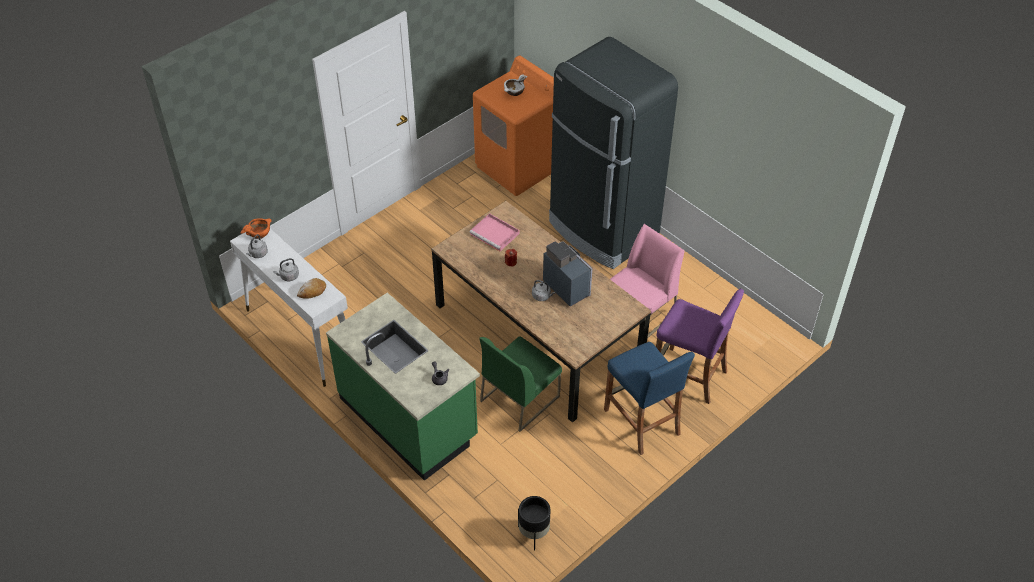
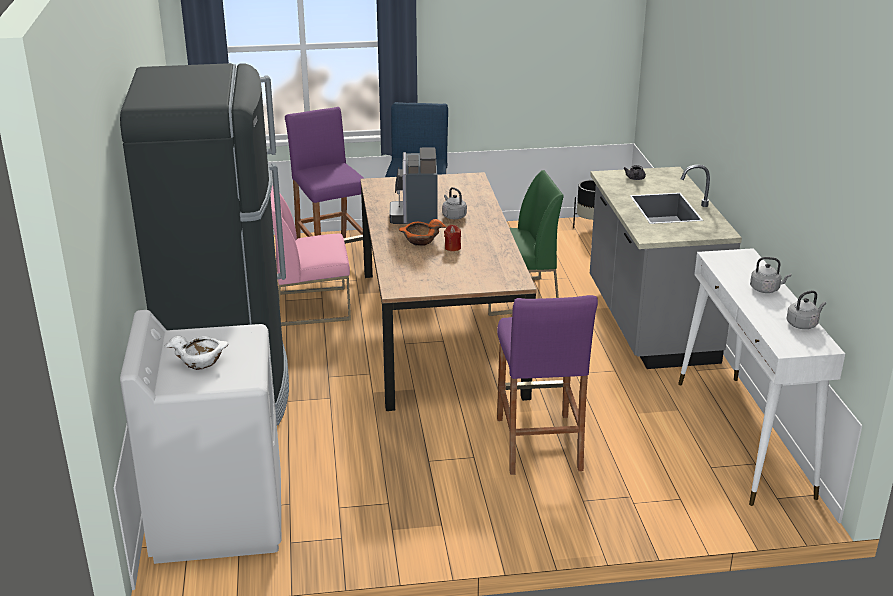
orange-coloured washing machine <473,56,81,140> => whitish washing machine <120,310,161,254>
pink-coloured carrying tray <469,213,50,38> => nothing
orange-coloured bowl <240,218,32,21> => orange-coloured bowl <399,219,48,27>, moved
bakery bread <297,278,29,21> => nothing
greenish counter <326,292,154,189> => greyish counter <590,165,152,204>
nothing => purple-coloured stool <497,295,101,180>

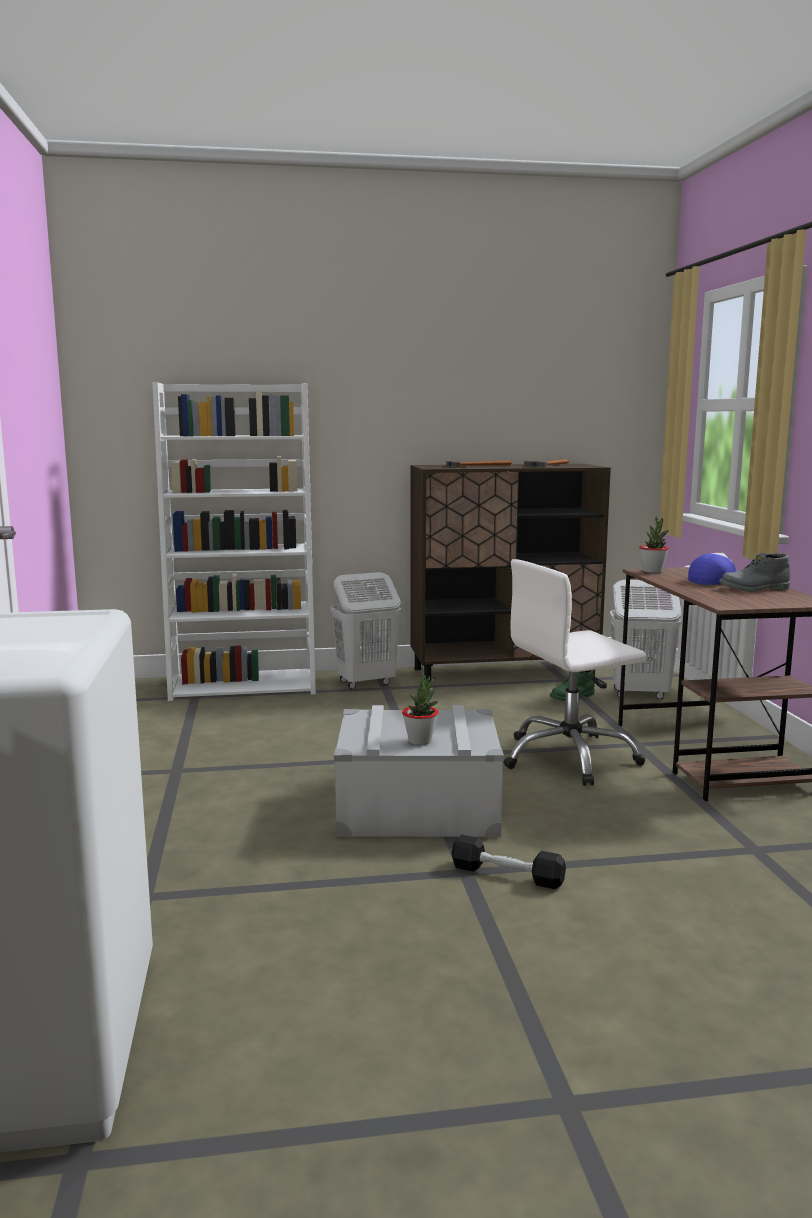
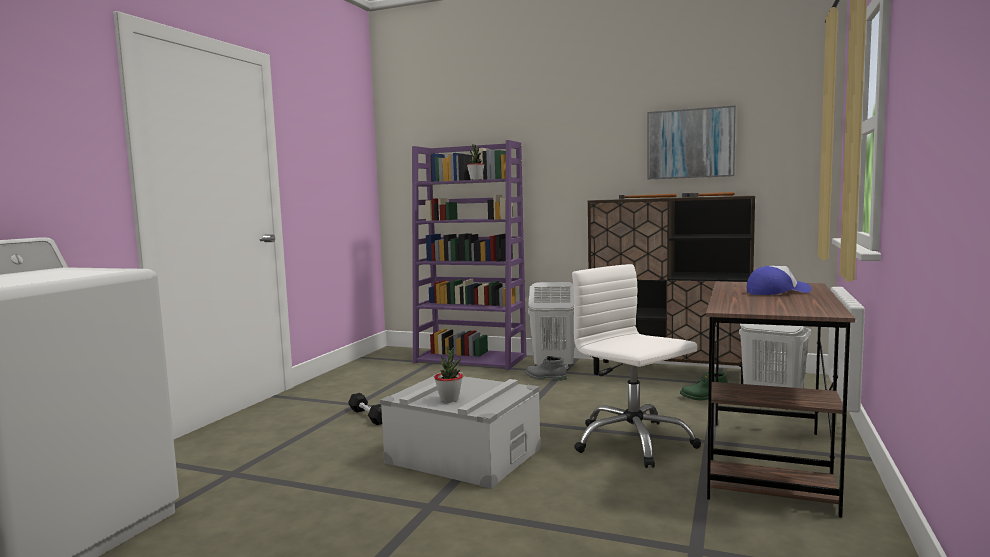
whitish shelving unit <153,382,163,319> => purple-coloured shelving unit <412,140,114,230>
houseplant <639,517,30,56> => houseplant <467,144,18,36>, moved
greyish tall boot <719,553,72,39> => greyish tall boot <525,356,42,25>, moved
whitish office chair <504,559,143,227> => whitish office chair <572,264,129,204>, 45 degrees clockwise
black hand weight <451,835,115,54> => black hand weight <348,393,34,32>, moved
nothing => wall art <647,105,89,74>

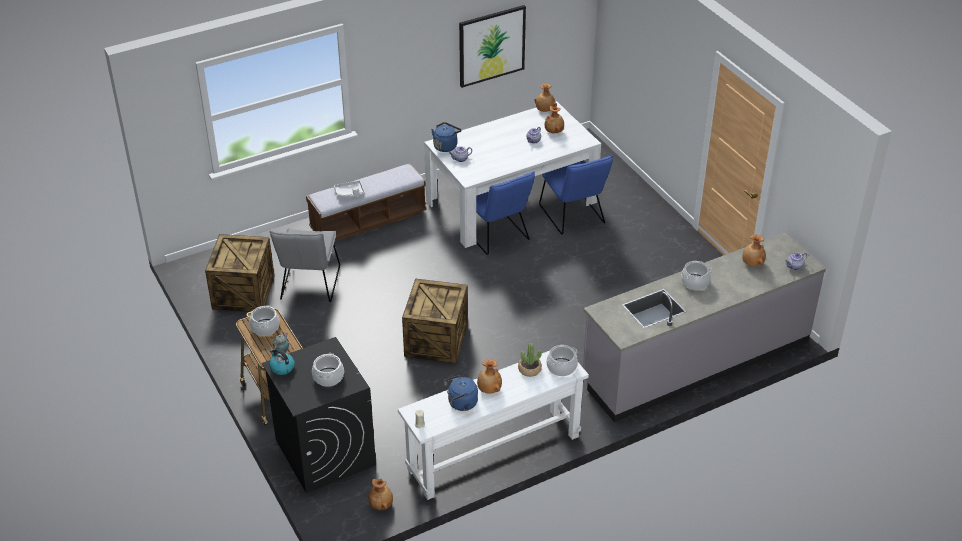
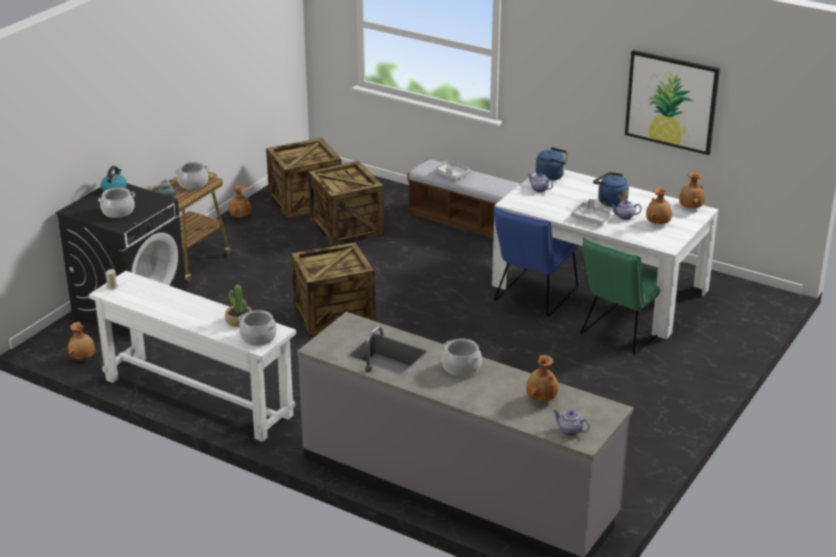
blue-coloured upright chair <539,156,74,78> => greenish upright chair <581,237,80,117>
greyish upright chair <269,228,71,74> => packing crate <308,161,76,85>
brown vase <477,359,25,34> => brown vase <229,185,22,32>, moved
blue-coloured kettle <444,375,34,36> => blue-coloured kettle <593,172,36,35>, moved
nothing => greyish carrying tray <571,199,40,26>

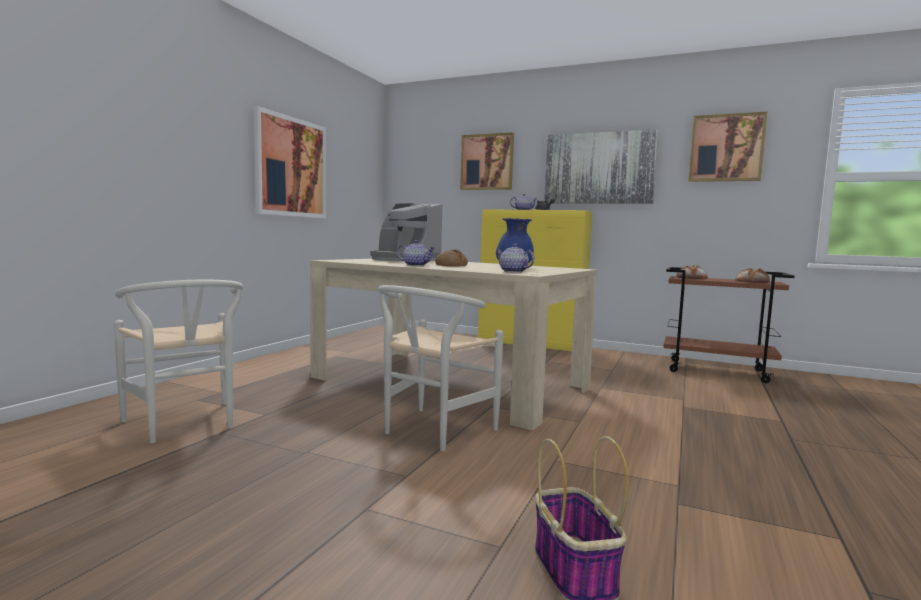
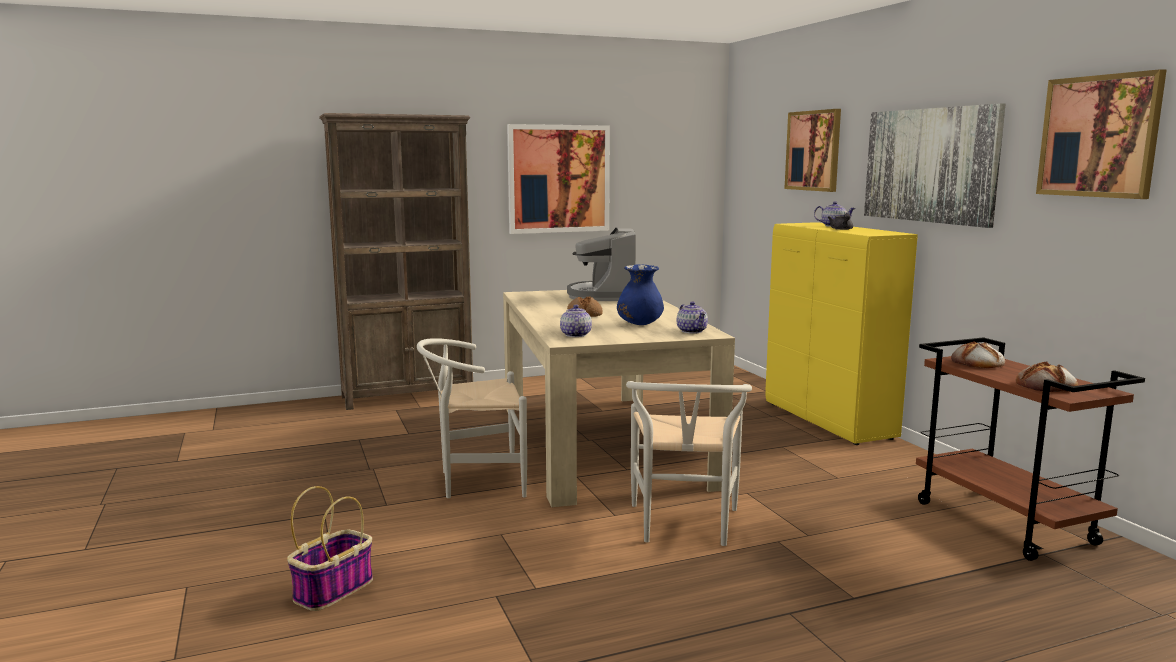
pot for tea <397,240,39,26> => pot for tea <677,301,31,33>, moved
whitish upright chair <114,280,129,163> => whitish upright chair <626,381,126,165>, moved
nothing => brown shelving unit <319,113,154,297>

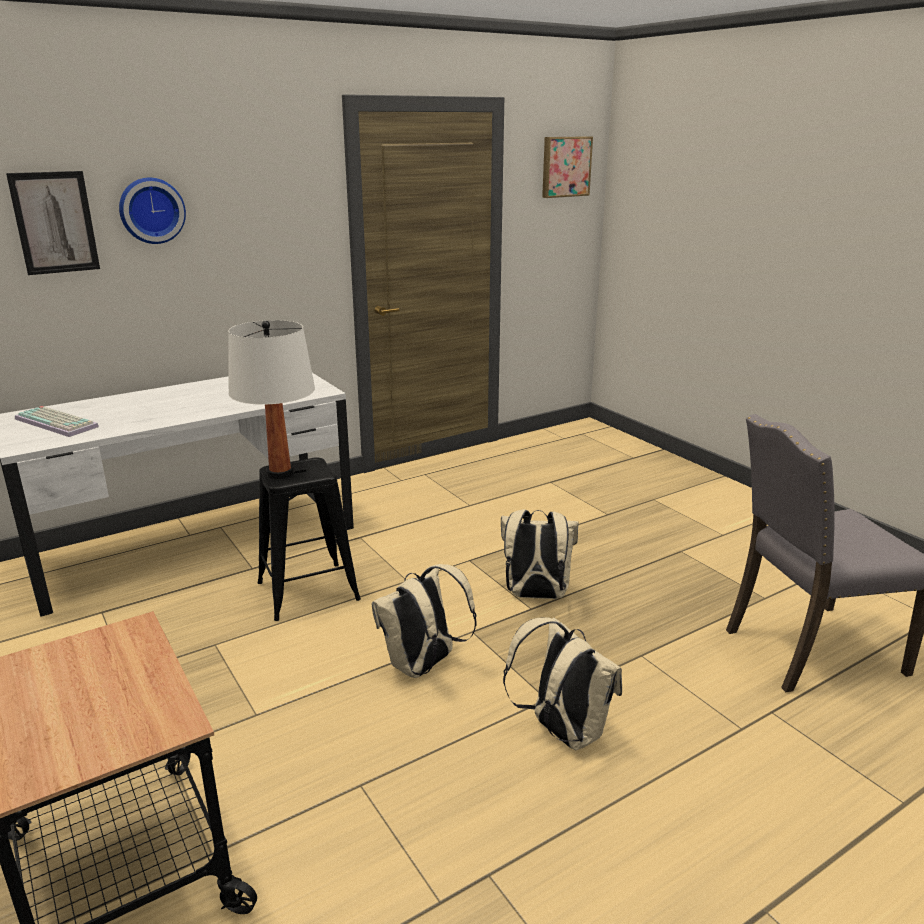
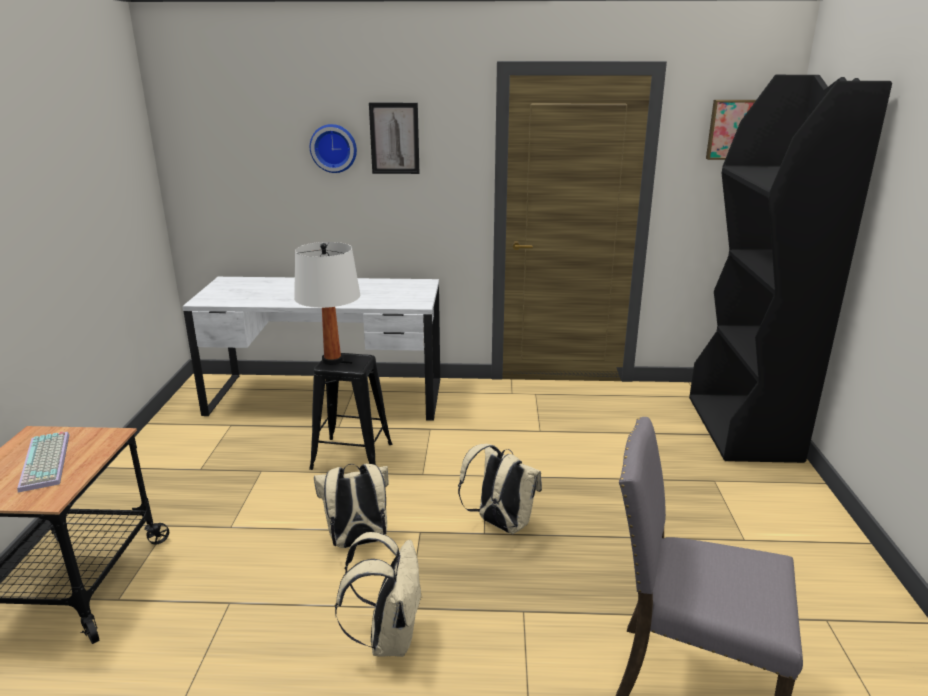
wall art <6,171,94,104> => wall art <369,103,51,71>, moved
computer keyboard <15,406,84,31> => computer keyboard <17,432,52,61>, moved
nothing => black shelving unit <689,75,203,388>

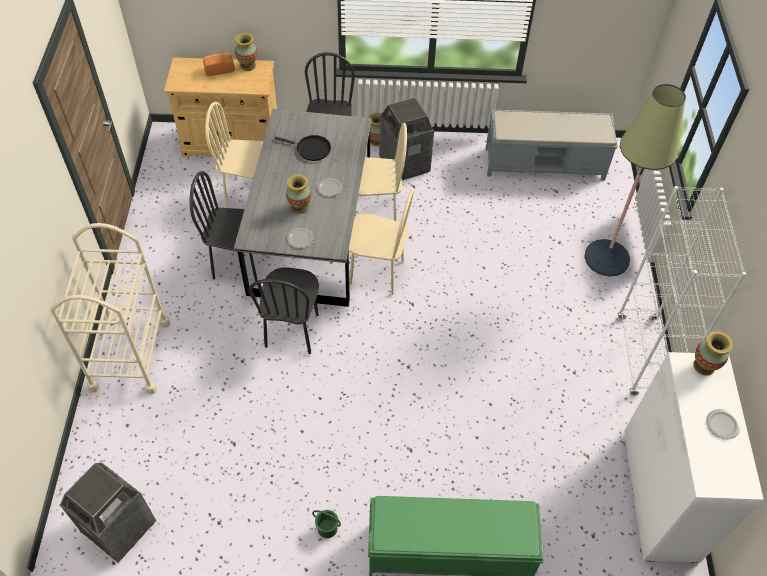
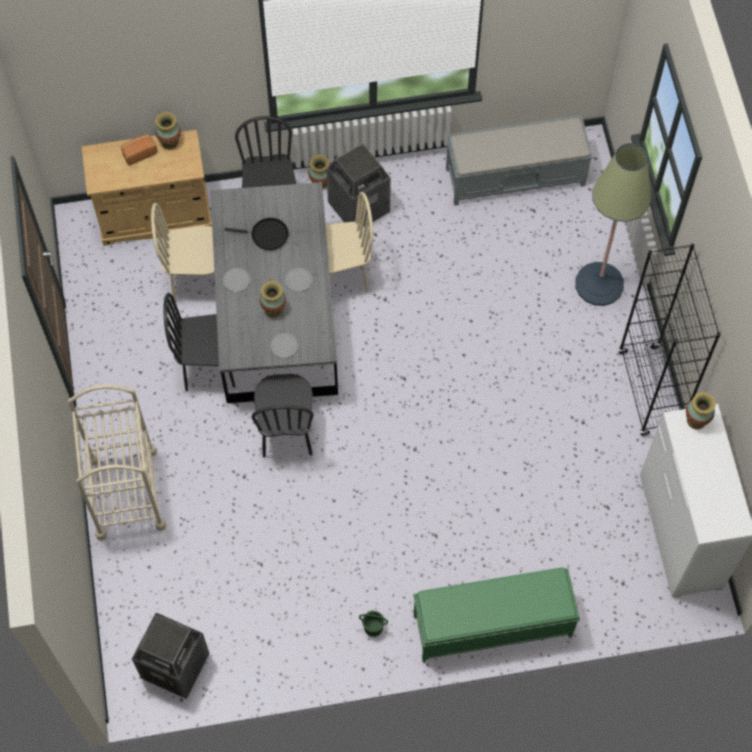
whitish shelving unit <618,186,128,210> => black shelving unit <618,244,103,192>
sand-coloured upright chair <349,189,65,106> => nothing
plate <706,409,34,30> => plate <223,268,27,24>, moved

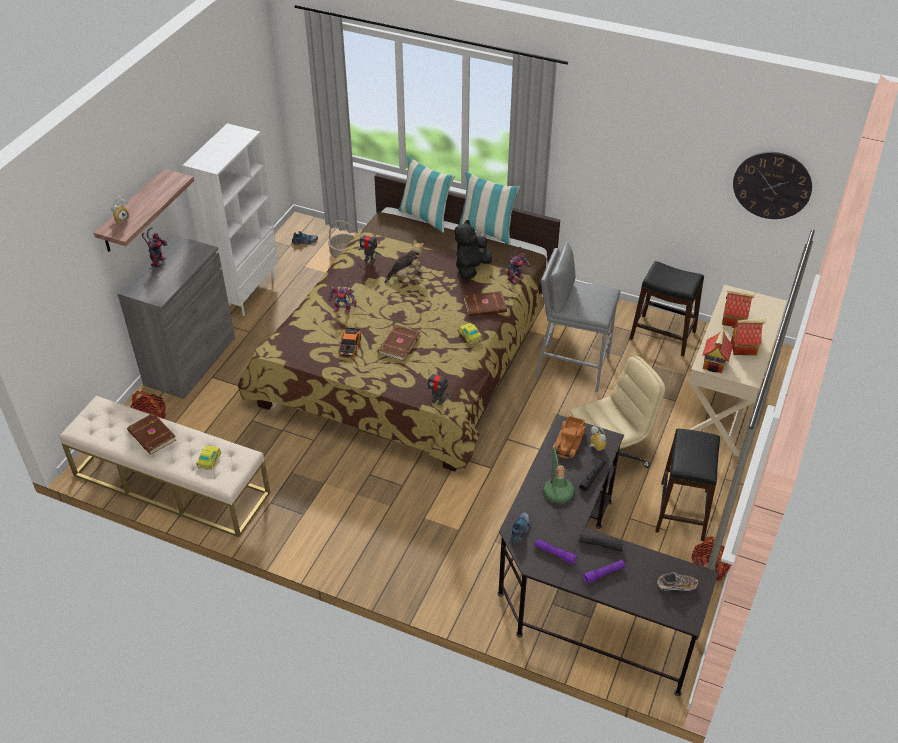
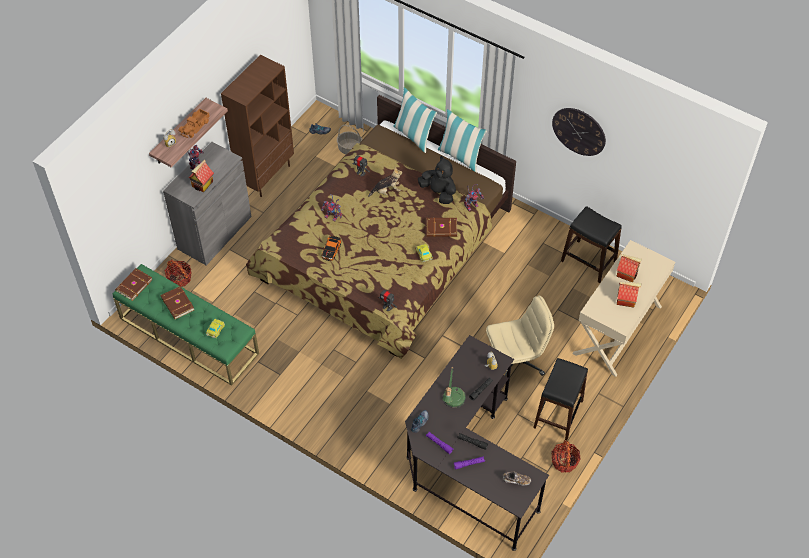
whitish shelving unit <182,123,97,193> => brown shelving unit <221,54,73,143>
hanging clock <733,152,79,67> => hanging clock <552,108,54,48>, moved
black cuddly toy <454,220,38,60> => black cuddly toy <418,156,38,48>, 90 degrees clockwise
greyish stool <535,242,85,150> => nothing
brown bound book <378,325,43,36> => brown bound book <115,268,38,33>, moved
toy house <703,327,30,46> => toy house <189,160,25,32>, moved
sand-coloured bench <60,396,211,141> => greenish bench <113,264,146,122>
toy truck <552,416,34,43> => toy truck <178,109,32,29>, moved

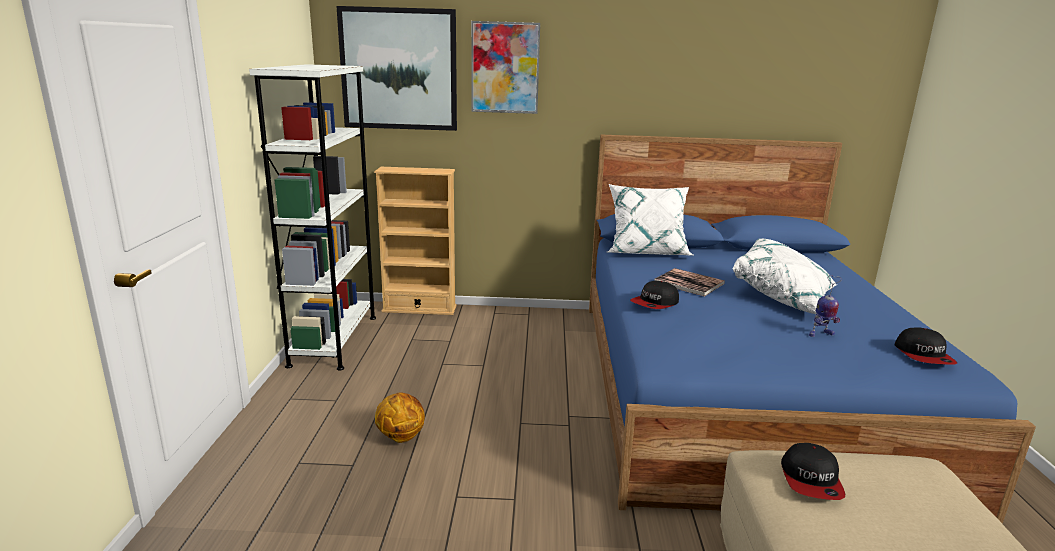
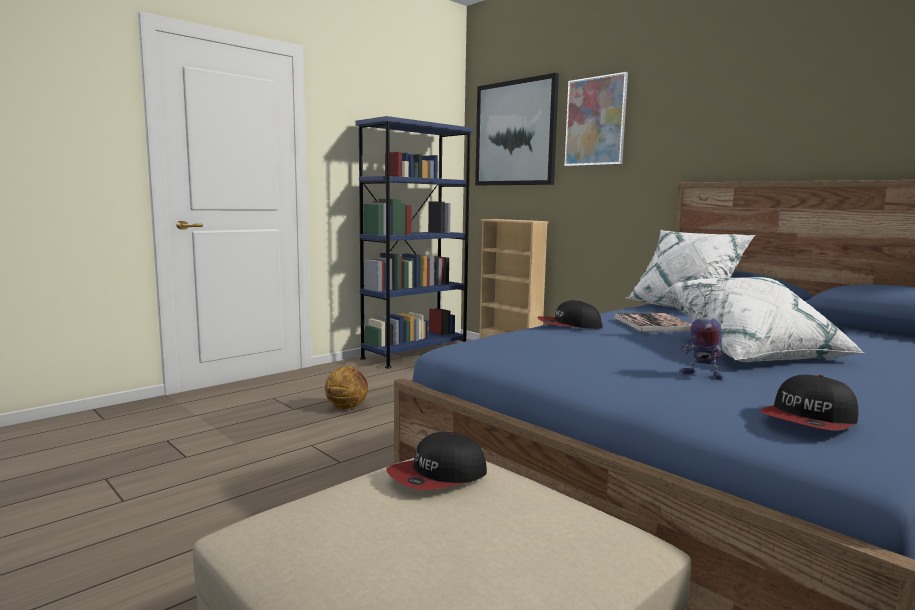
whitish shelving unit <249,64,127,306> => blue-coloured shelving unit <355,116,119,252>

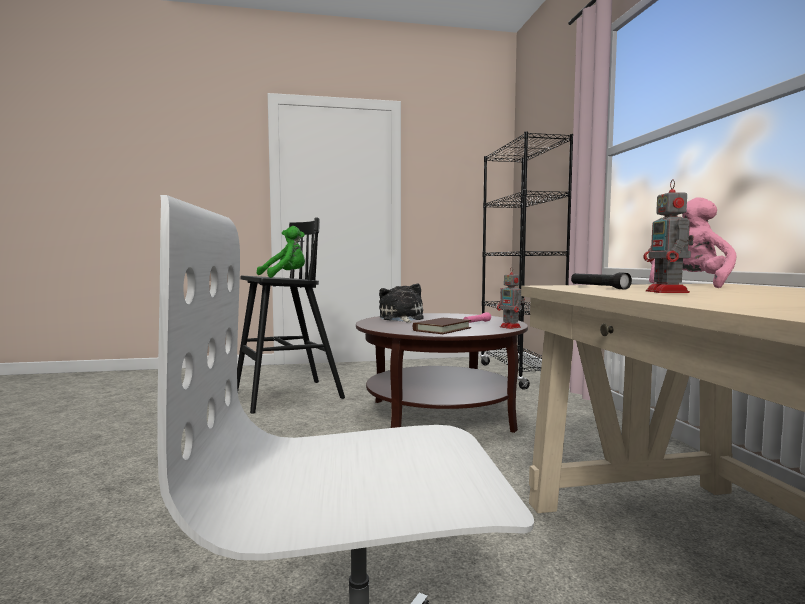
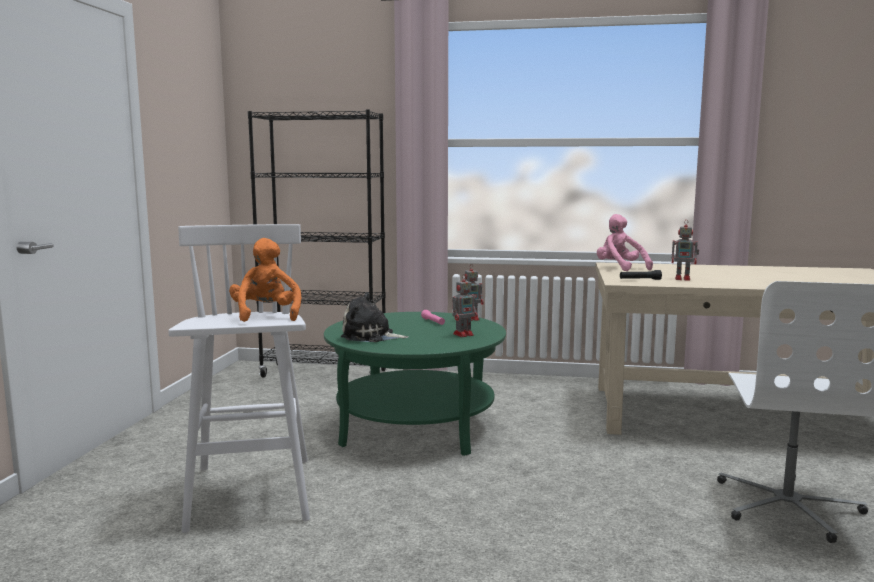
black stool <237,217,108,197> => whitish stool <168,224,142,309>
greenish cuddly toy <257,226,48,52> => orange-coloured cuddly toy <229,238,72,84>
brown lounge table <356,313,172,120> => greenish lounge table <324,312,182,144>
brown bound book <413,318,58,16> => model robot <452,274,26,63>

